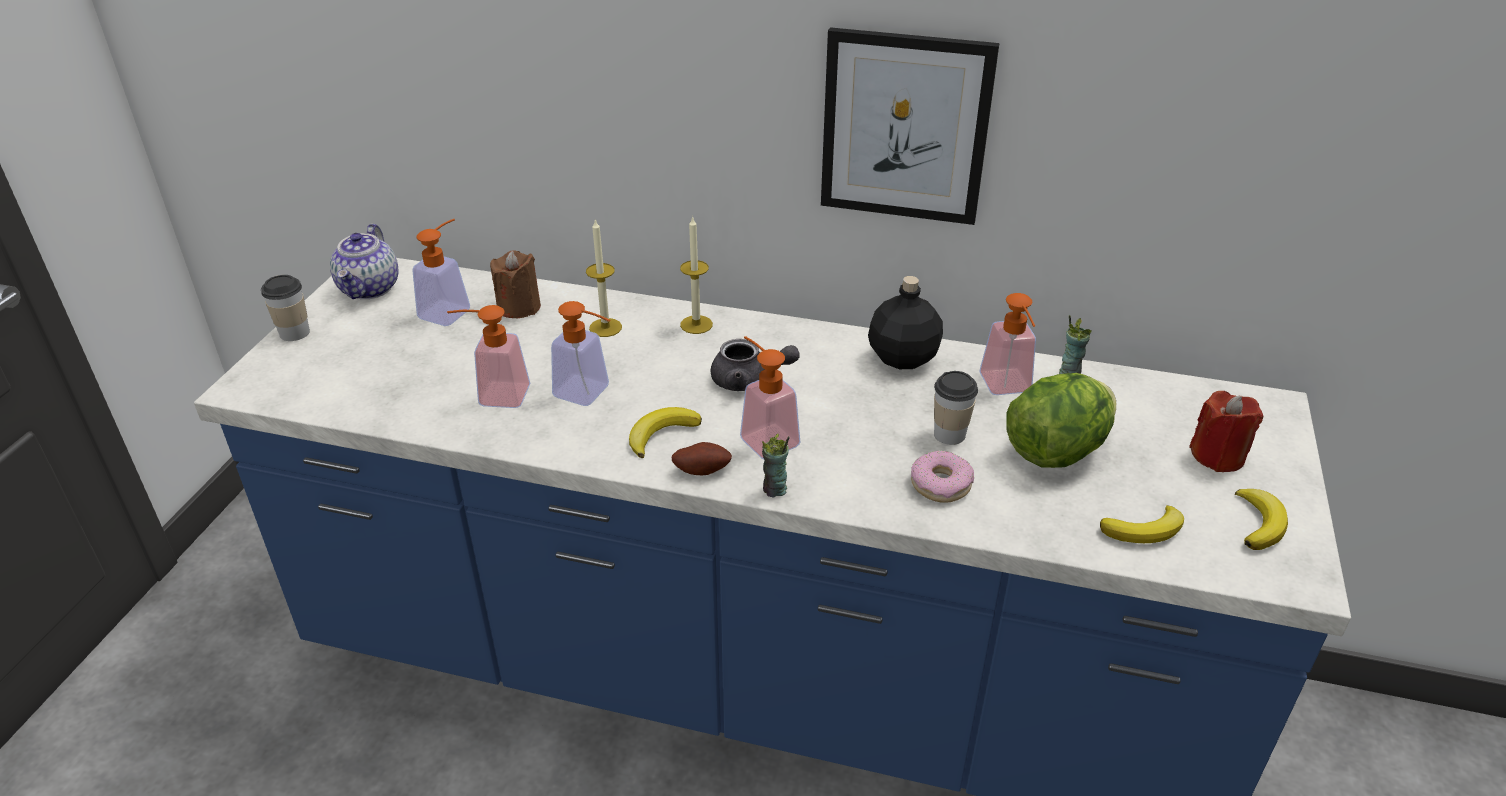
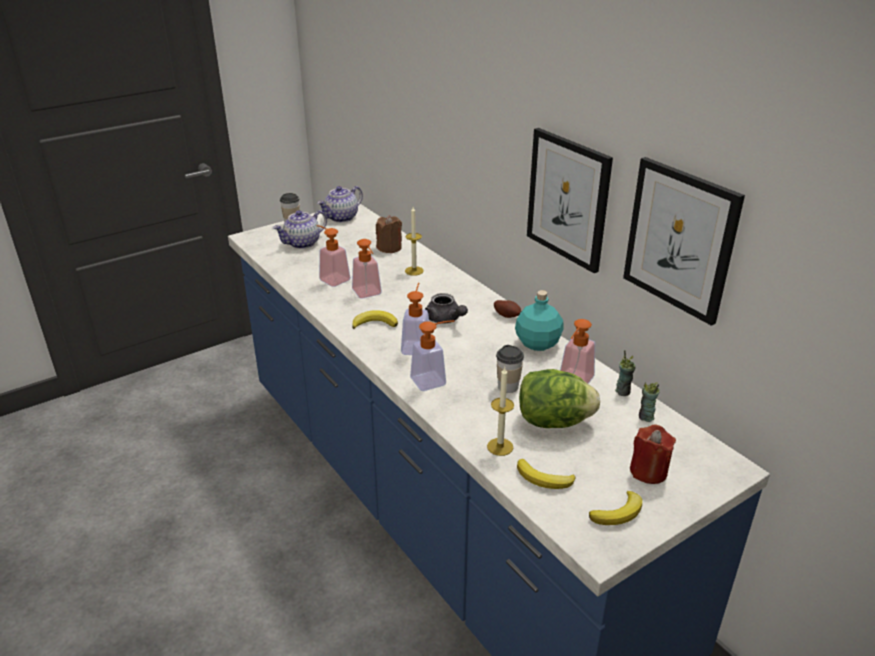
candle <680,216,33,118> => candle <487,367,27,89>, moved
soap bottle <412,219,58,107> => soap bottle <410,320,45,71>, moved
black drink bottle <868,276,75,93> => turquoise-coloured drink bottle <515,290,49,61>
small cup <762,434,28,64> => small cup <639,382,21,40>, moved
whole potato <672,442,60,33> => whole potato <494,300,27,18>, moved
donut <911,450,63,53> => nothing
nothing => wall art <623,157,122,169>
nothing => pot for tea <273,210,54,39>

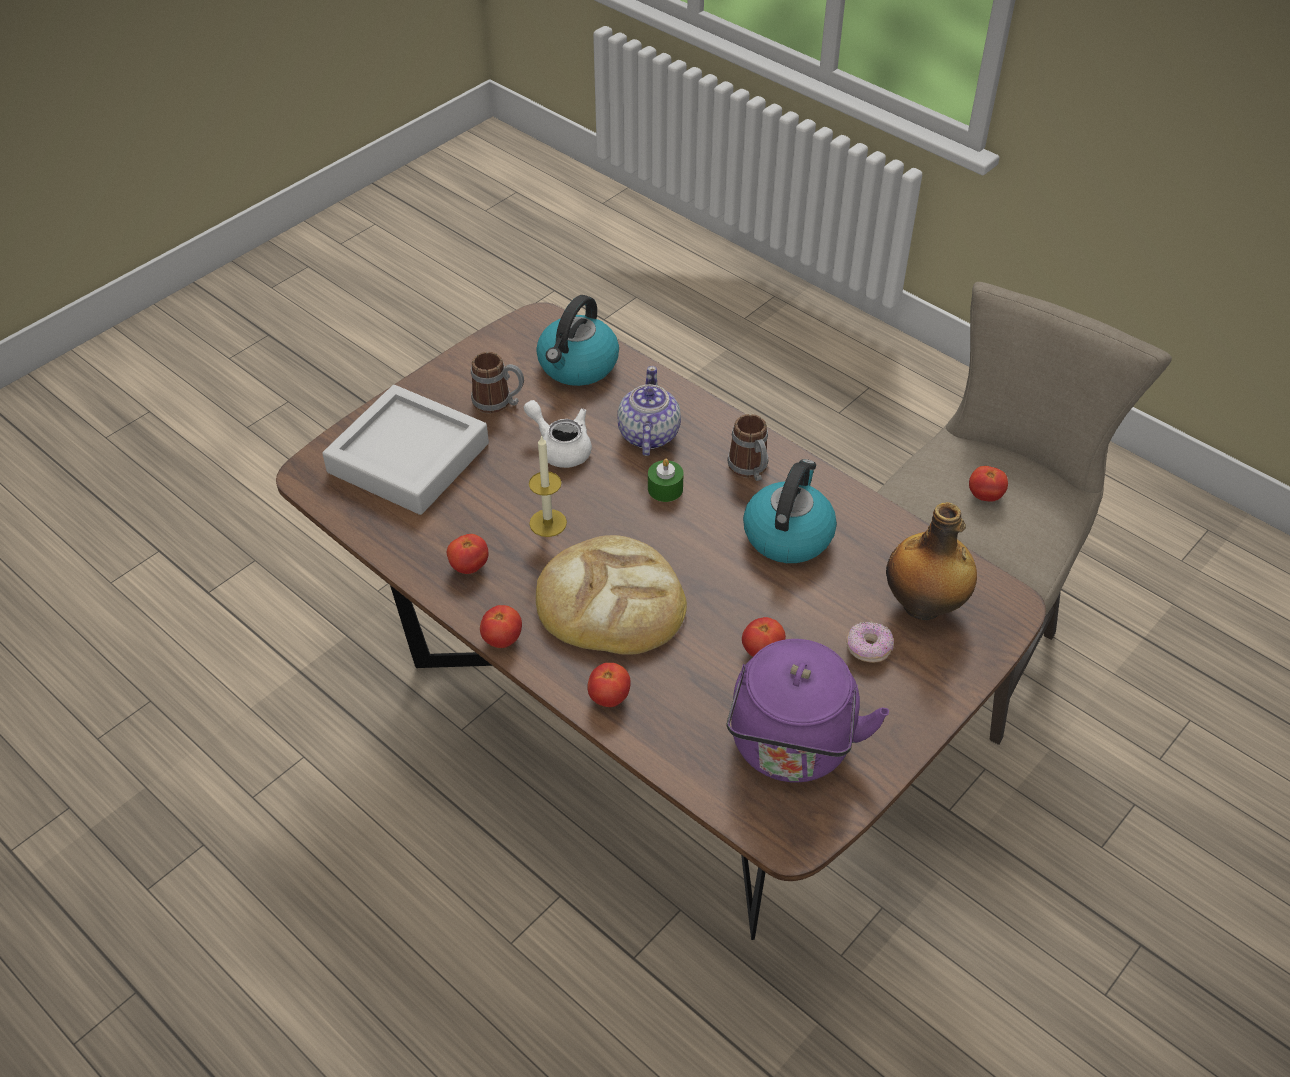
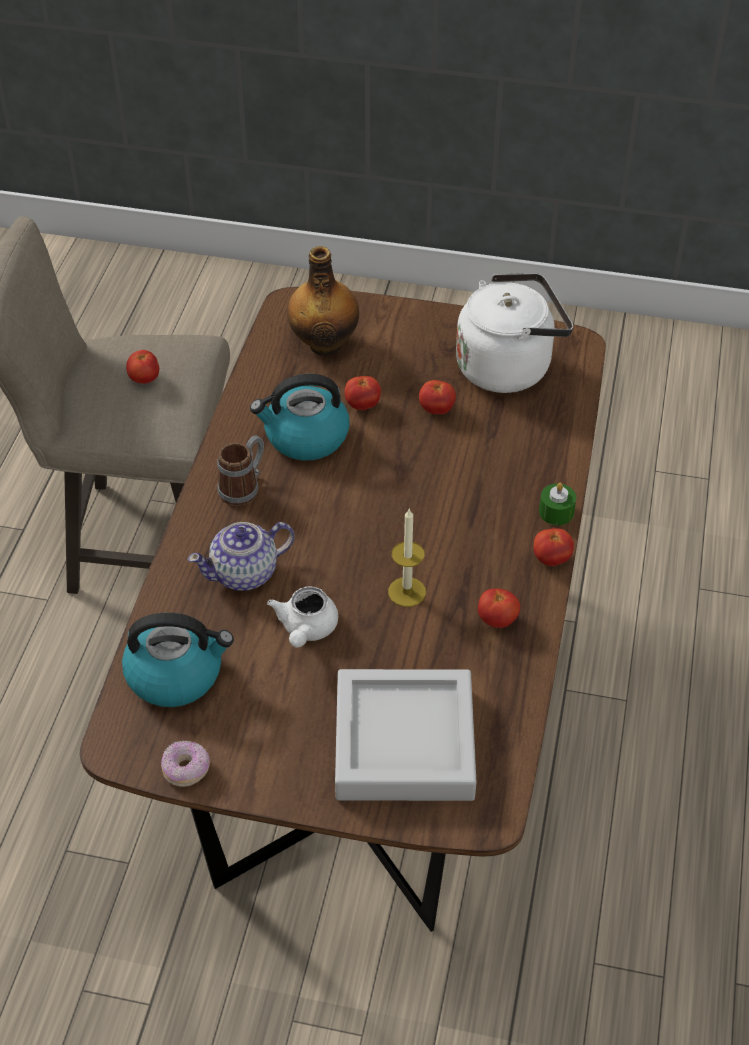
coffee mug <471,352,53,62> => nothing
greenish candle <648,459,36,43> => greenish candle <539,483,37,42>, moved
bakery bread <536,535,151,120> => nothing
donut <846,622,48,41> => donut <161,741,49,46>, moved
purple-coloured kettle <727,639,162,143> => whitish kettle <456,273,117,120>
whole tomato <587,663,44,44> => whole tomato <345,376,36,34>, moved

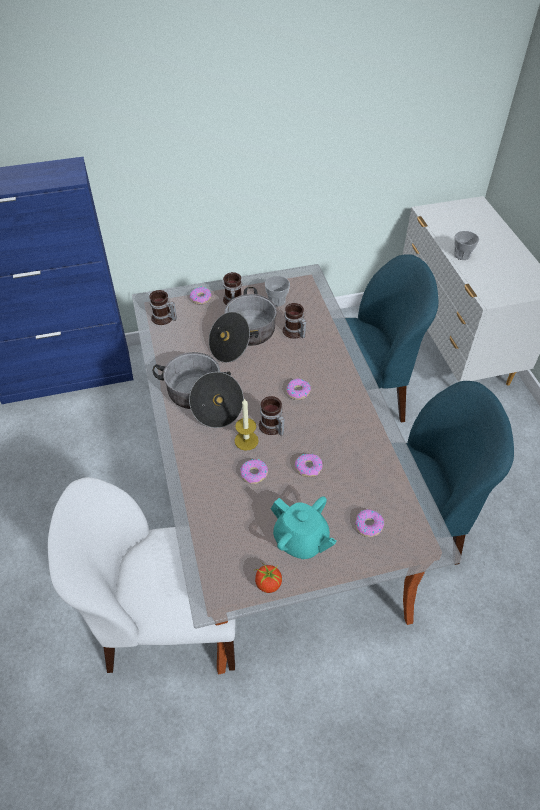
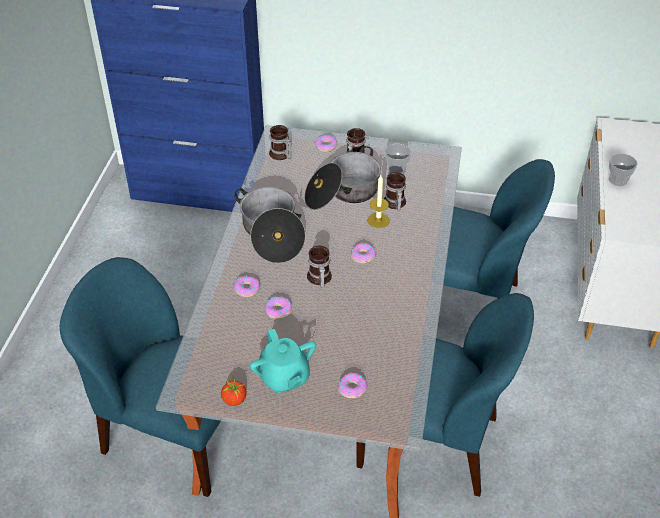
candle <234,399,25,52> => candle <367,175,23,53>, moved
donut <295,454,28,23> => donut <234,275,27,22>, moved
whitish upright chair <48,477,187,196> => blue-coloured upright chair <60,257,161,240>

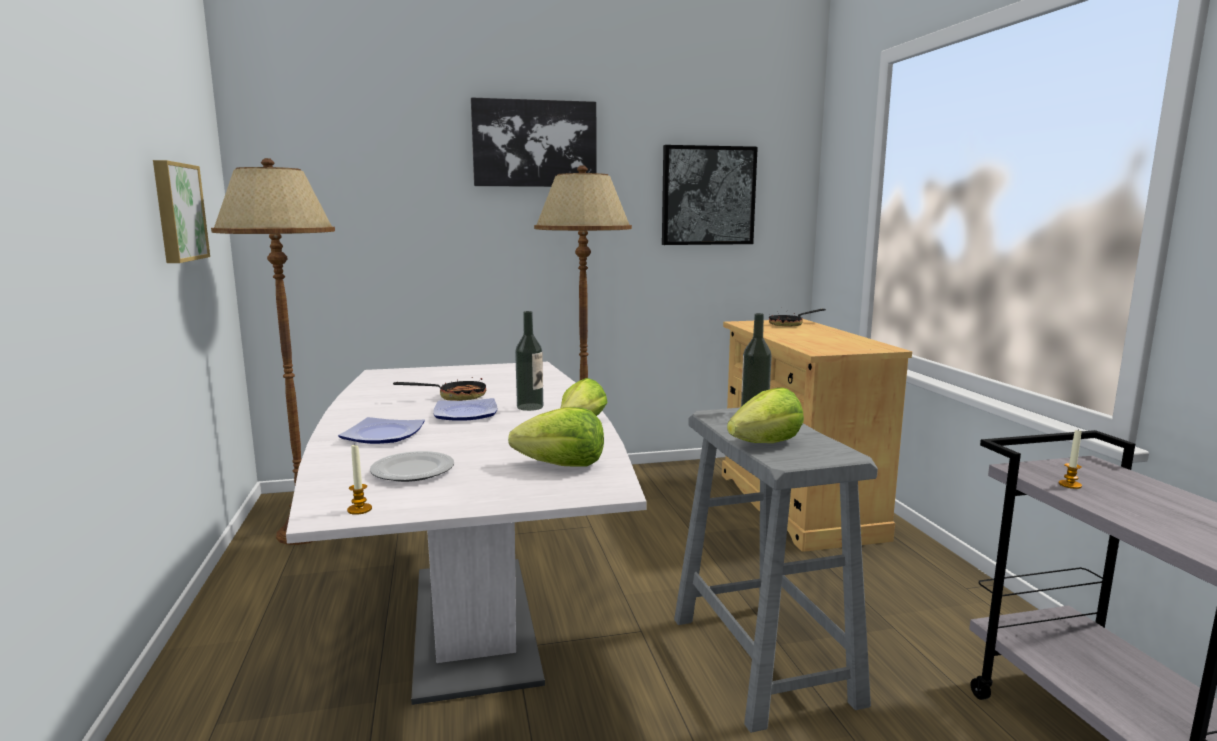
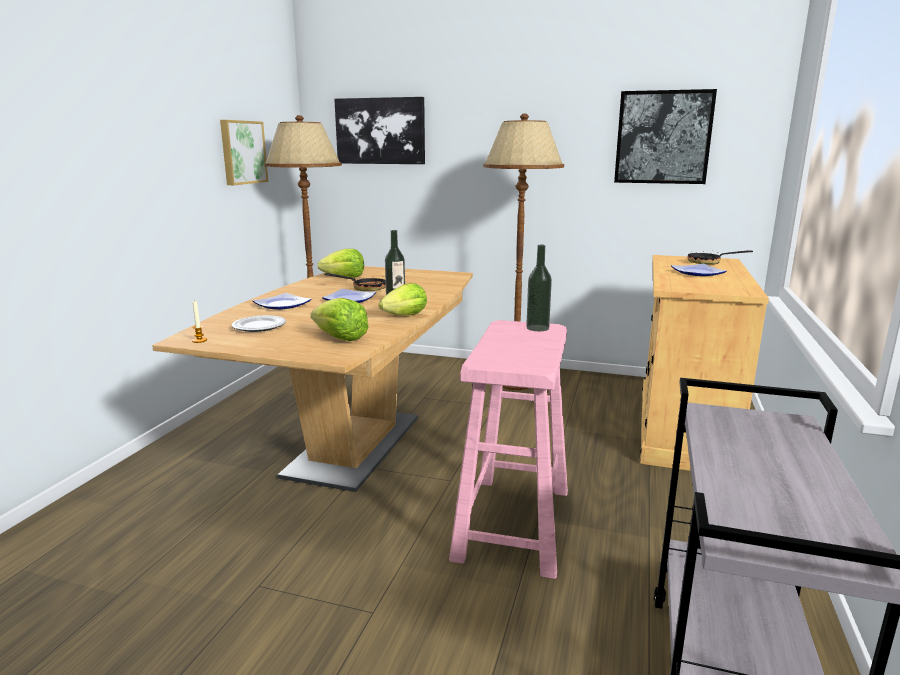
wall art <471,97,126,90> => wall art <334,97,91,67>, moved
whitish dining table <286,362,361,343> => brown dining table <152,266,321,226>
head of lettuce <727,387,77,56> => head of lettuce <318,249,46,29>, moved
greyish stool <674,407,204,326> => pink-coloured stool <449,320,119,259>
candle <1059,428,23,61> => nothing
nothing => plate <671,264,56,12>

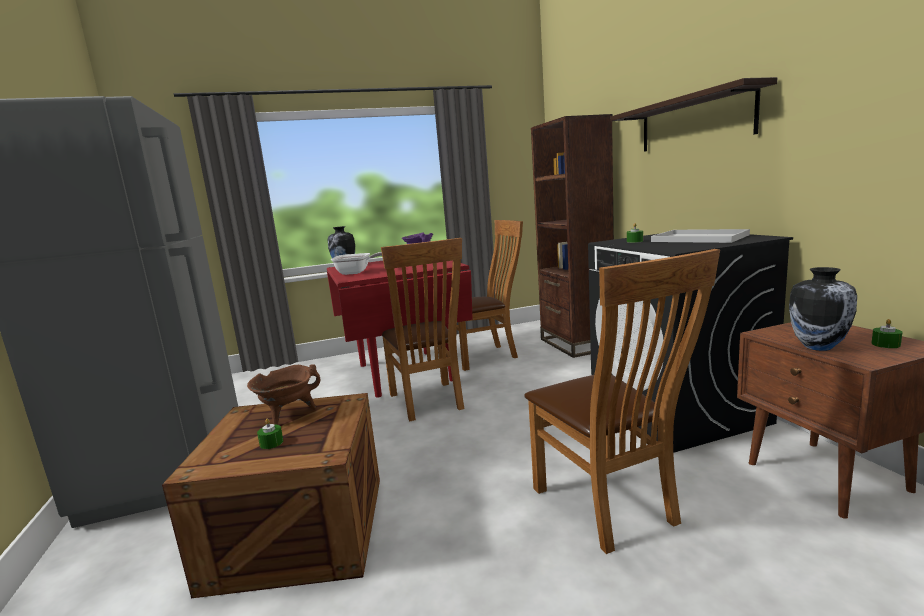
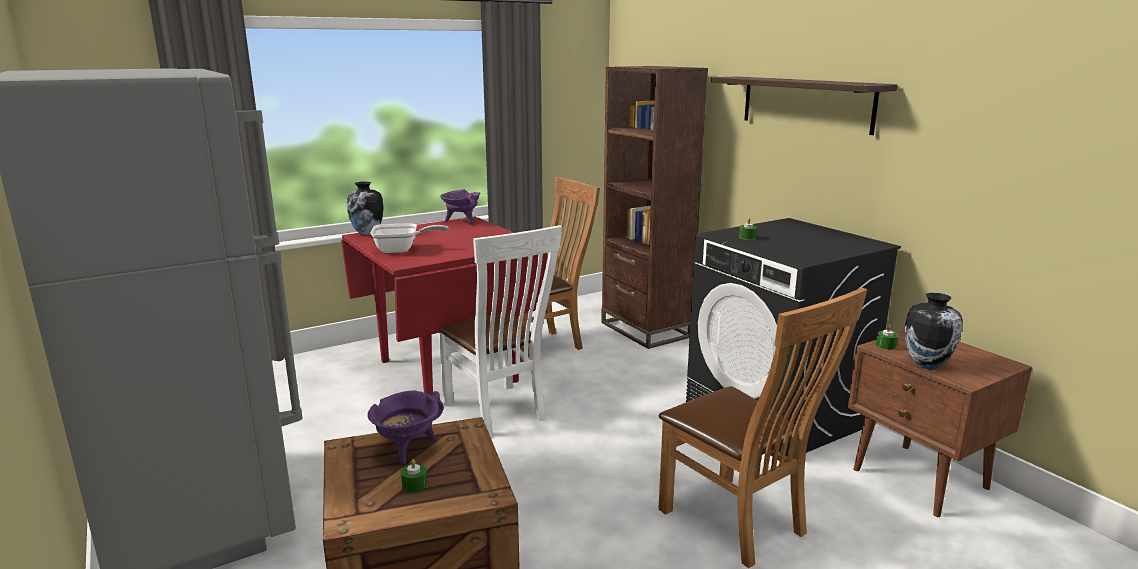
whitish carrying tray <651,229,99,14> => nothing
brown upright chair <381,238,83,183> => whitish upright chair <439,225,123,212>
greenish candle <872,319,31,29> => greenish candle <876,325,22,25>, moved
brown stockpot <247,364,73,61> => purple-coloured stockpot <367,391,77,74>

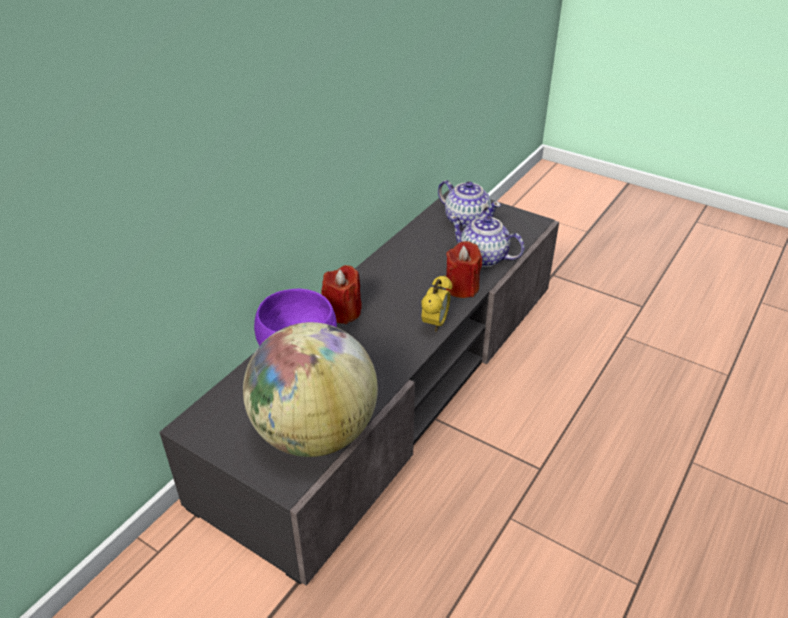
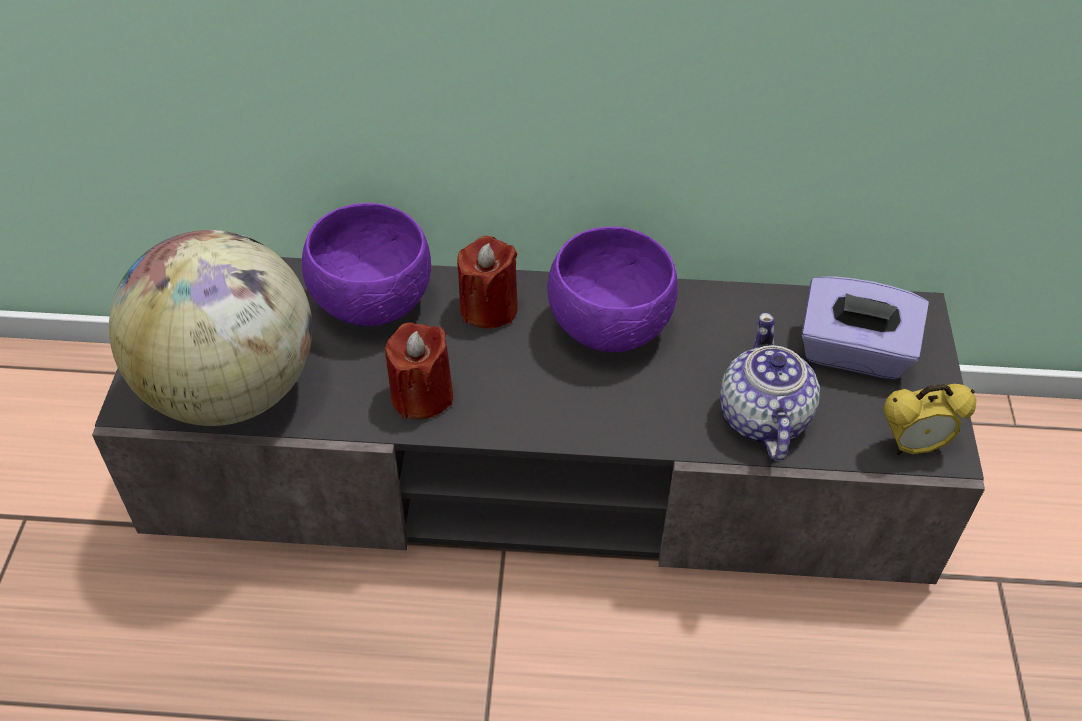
pot for tea <438,180,63,48> => purple-coloured tissue box <801,276,128,103>
red candle <446,241,36,57> => red candle <385,322,68,97>, moved
table clock <421,275,31,56> => table clock <884,384,92,71>, moved
nothing => purple-coloured bowl <547,227,131,125>

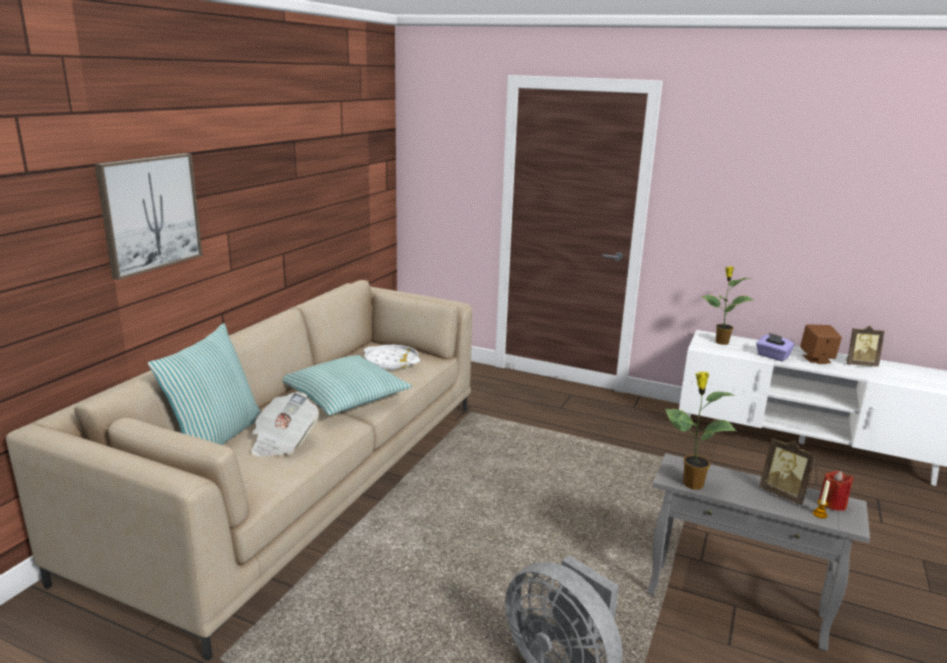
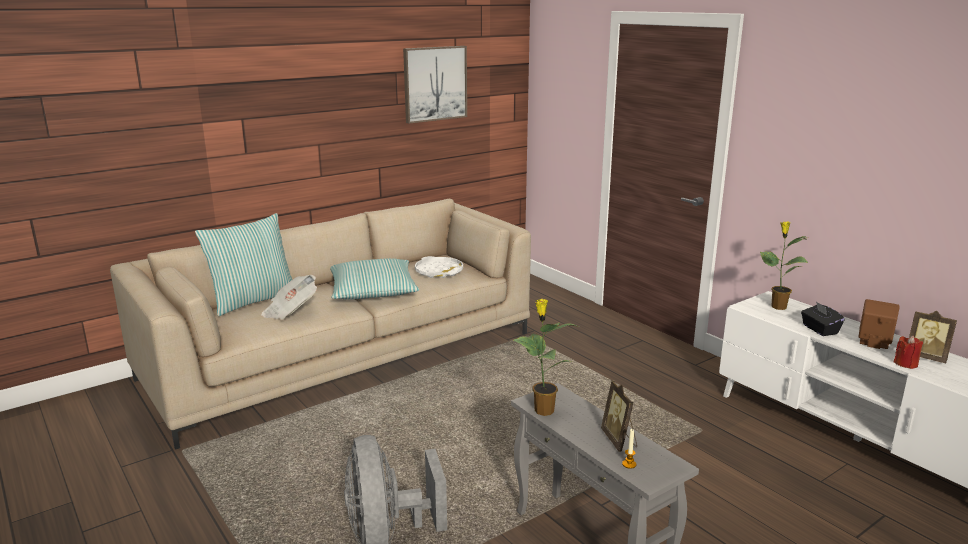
wall art <95,153,107,127> => wall art <403,46,64,78>, moved
purple-coloured tissue box <756,333,39,28> => black tissue box <801,302,44,34>
red candle <819,471,35,40> => red candle <894,336,29,33>, moved

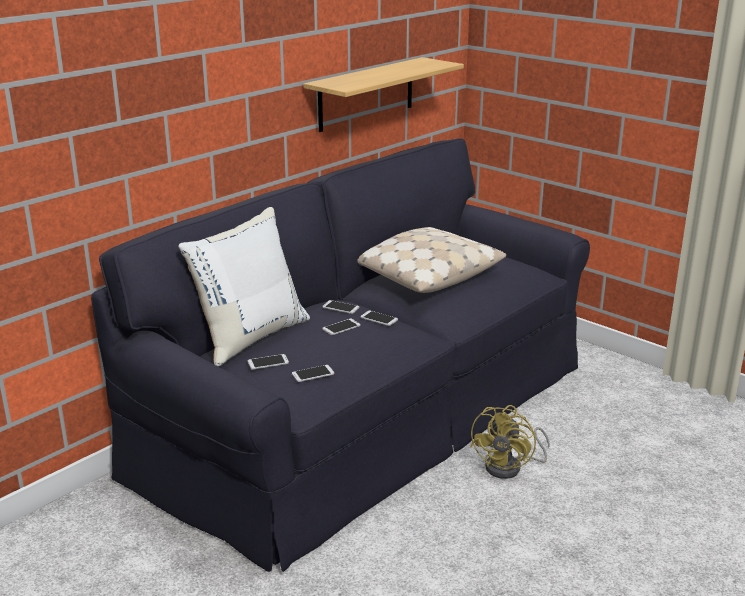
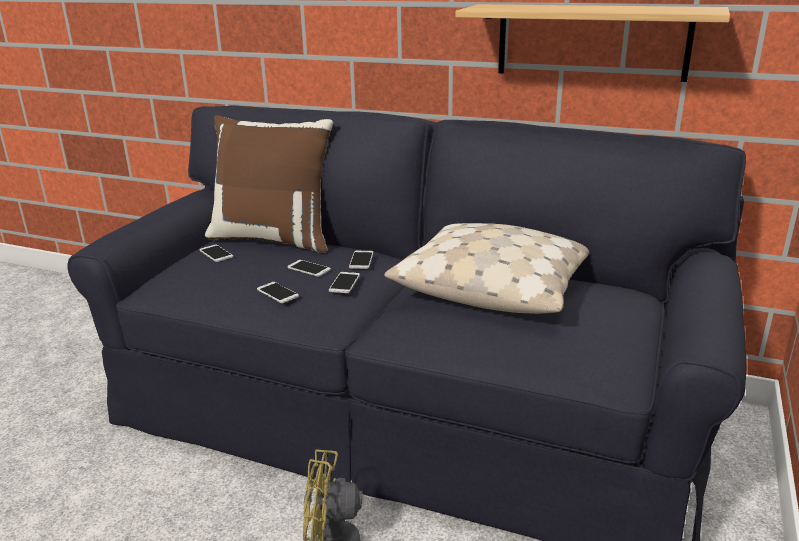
whitish pillow <178,207,132,159> => brown pillow <205,115,128,138>
telephone <292,365,43,17> => telephone <257,282,42,21>, moved

